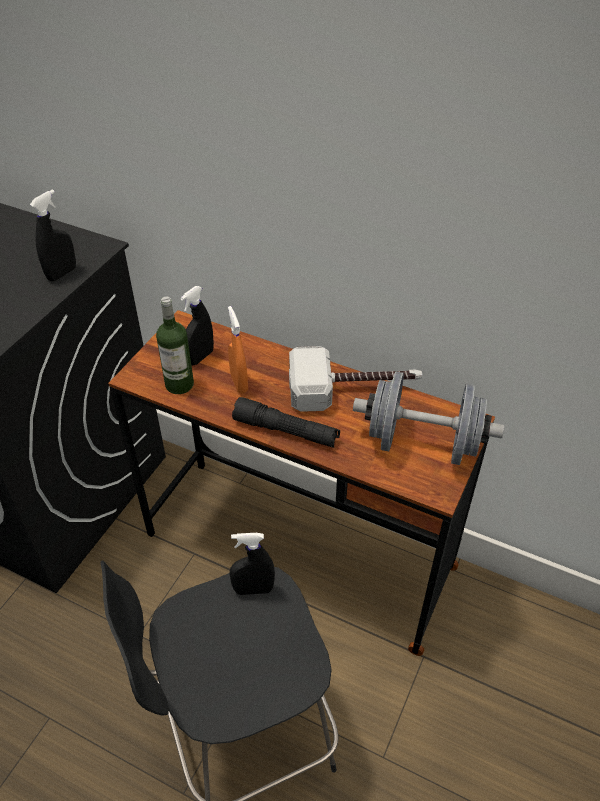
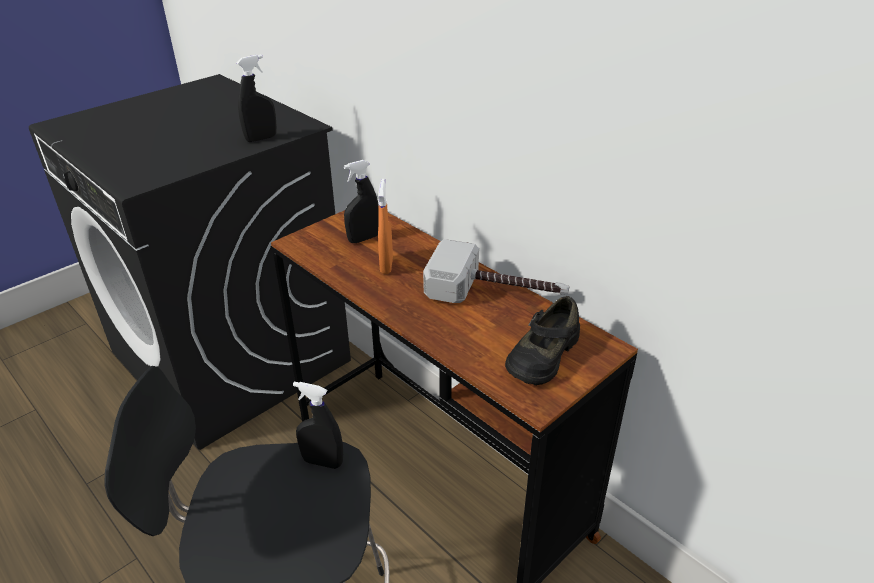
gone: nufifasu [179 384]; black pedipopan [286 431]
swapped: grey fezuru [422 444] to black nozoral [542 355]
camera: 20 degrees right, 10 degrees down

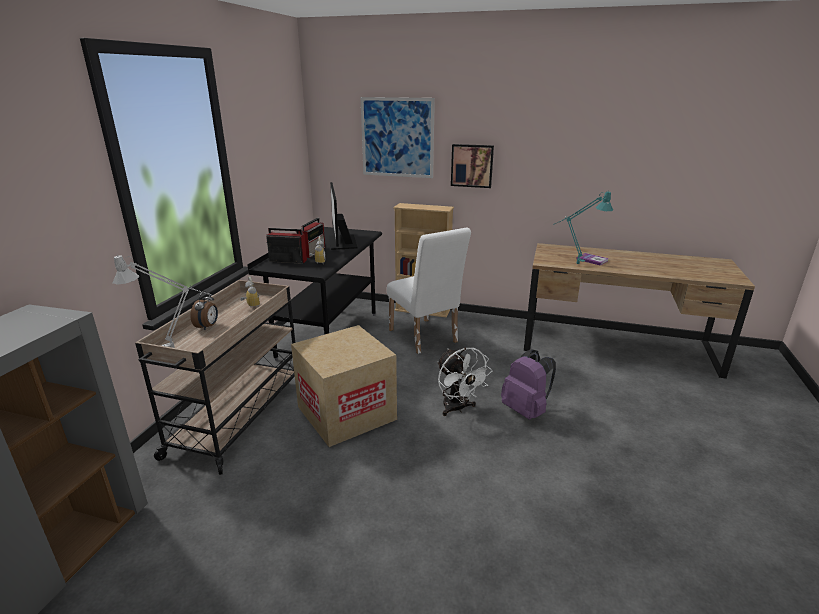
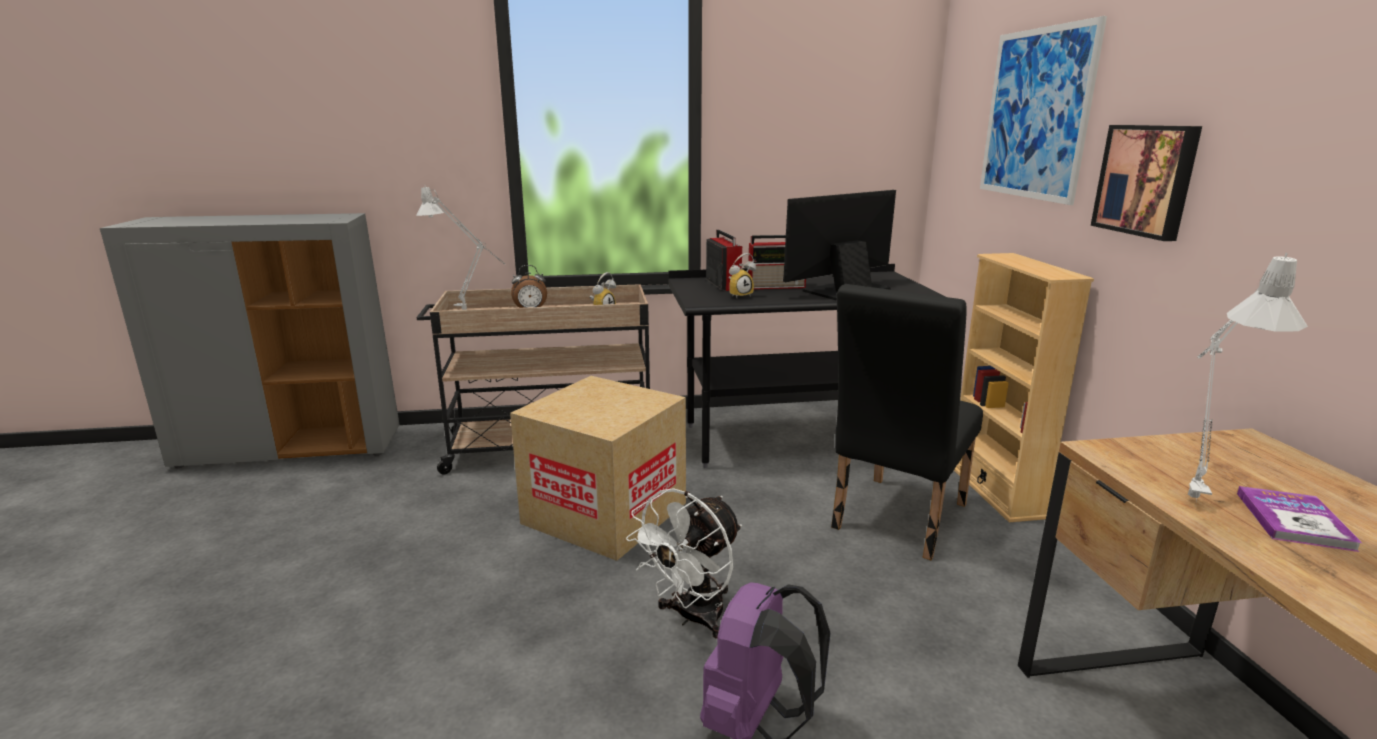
repainted: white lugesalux [425 338] to black lugesalux [894 520]; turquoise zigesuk [574 263] to grey zigesuk [1189 493]
camera: 65 degrees right, 5 degrees down

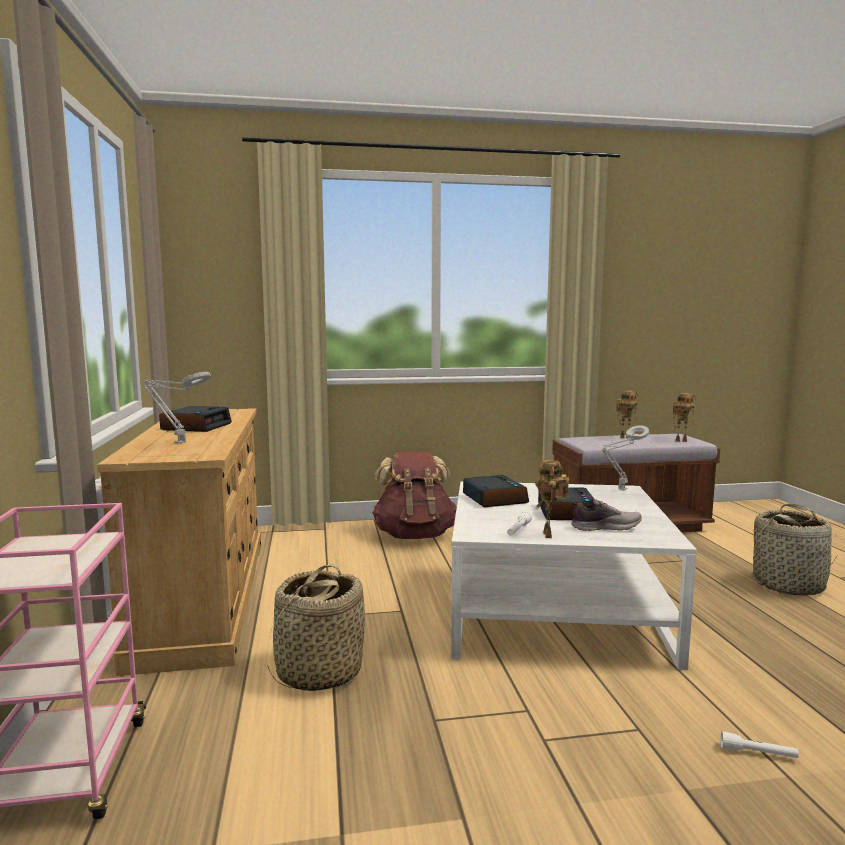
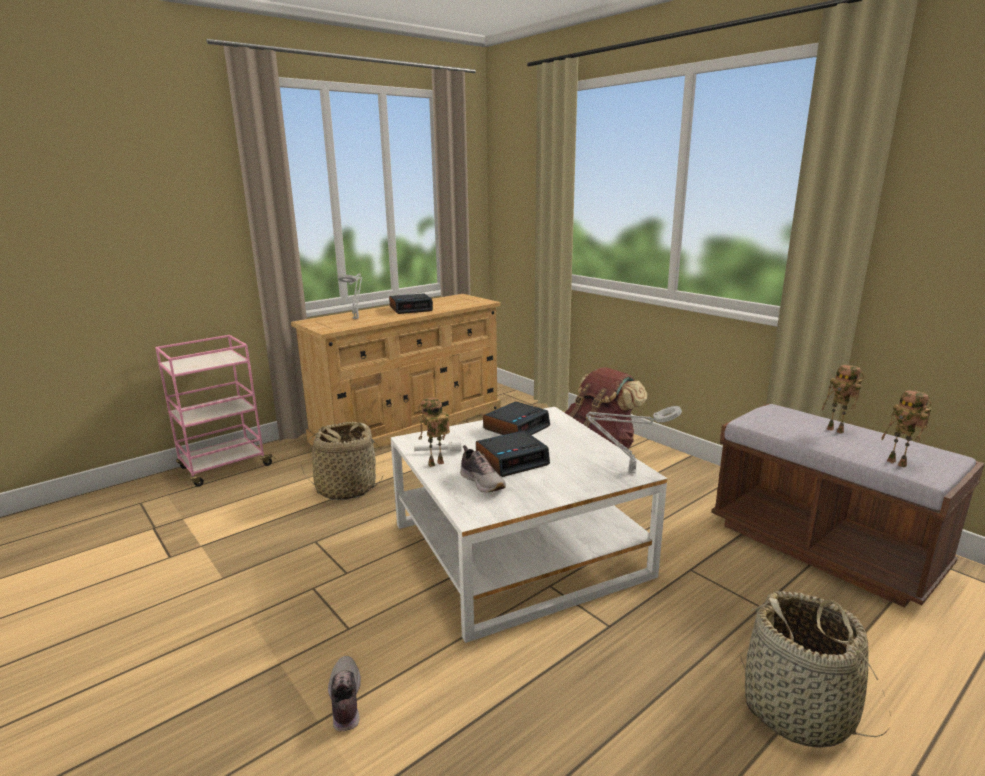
swapped: white pedipopan [758 753] to nozoral [344 700]
camera: 60 degrees right, 10 degrees up

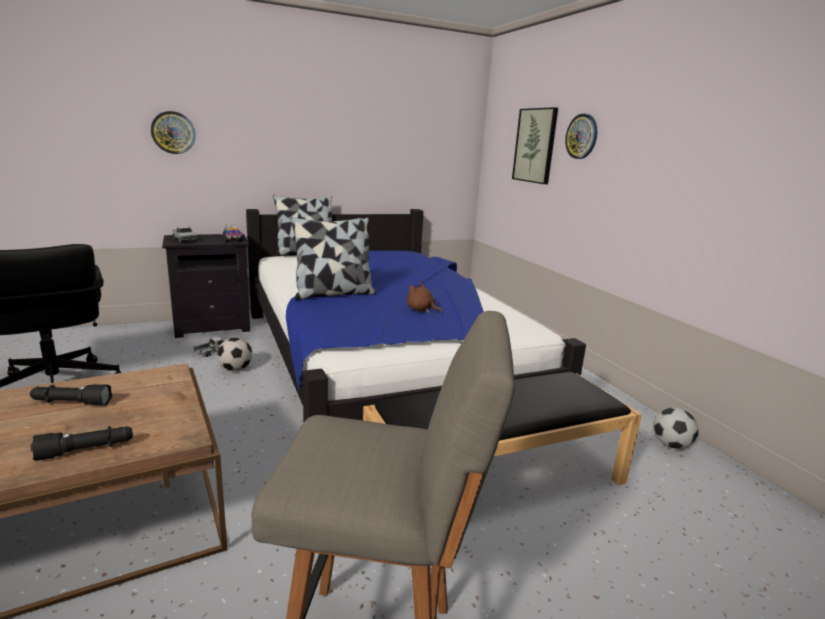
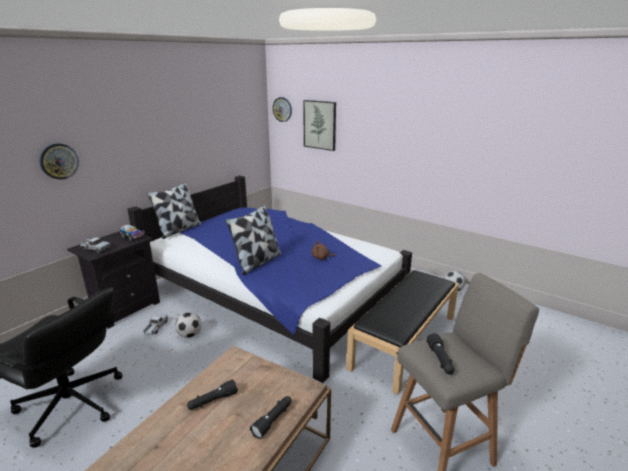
new: black pedipopan [440 360]
shifted: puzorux [582 136] to [282 109]
camera: 30 degrees left, 5 degrees up

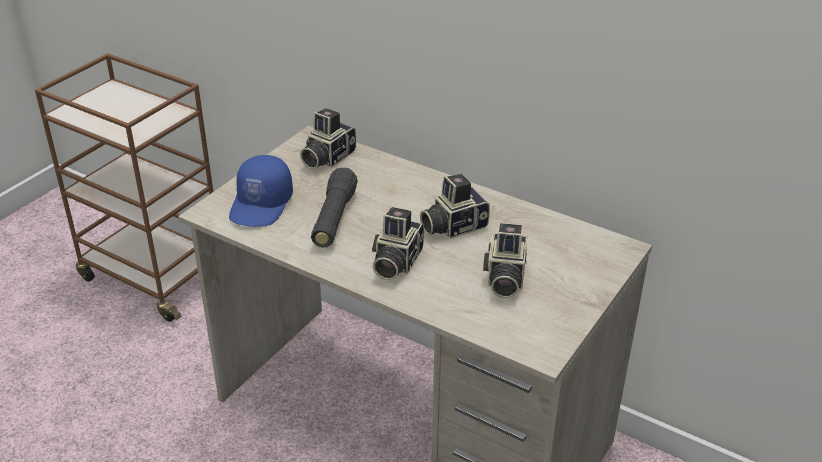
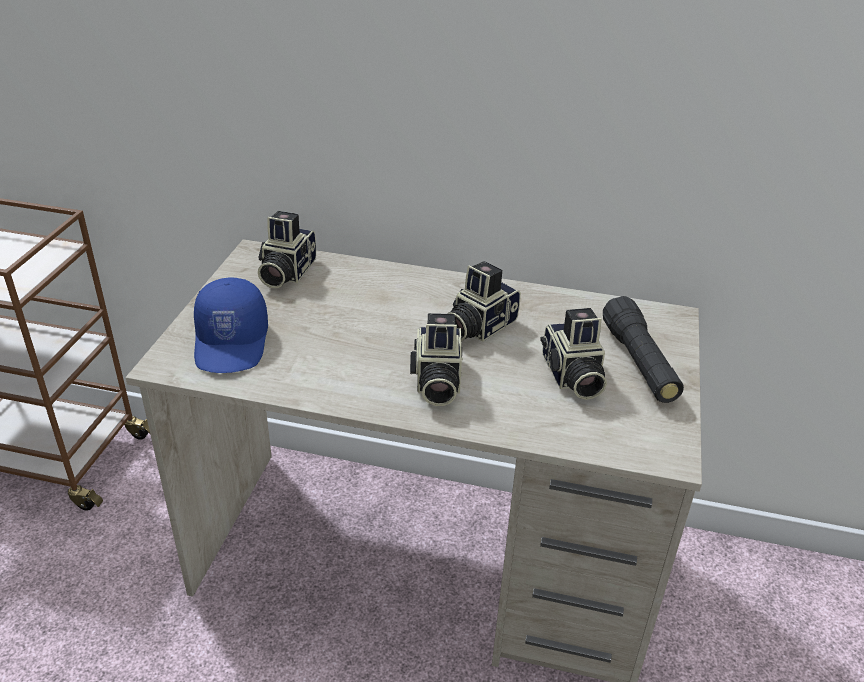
shifted: black pedipopan [334 219] to [639 363]
camera: 20 degrees left, 0 degrees up

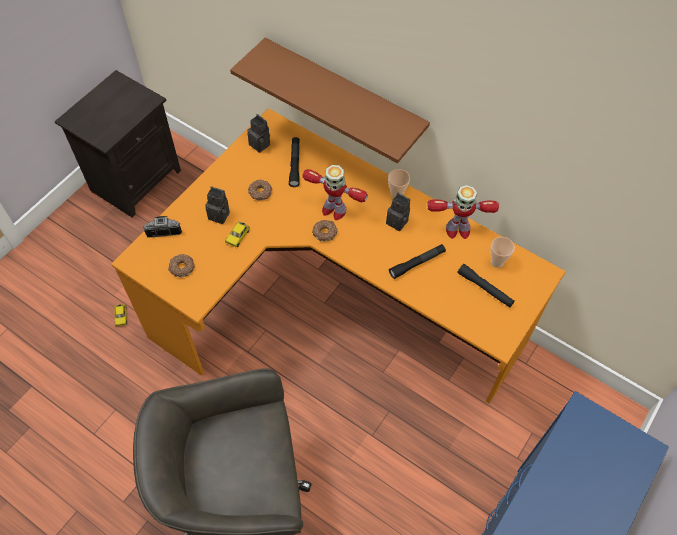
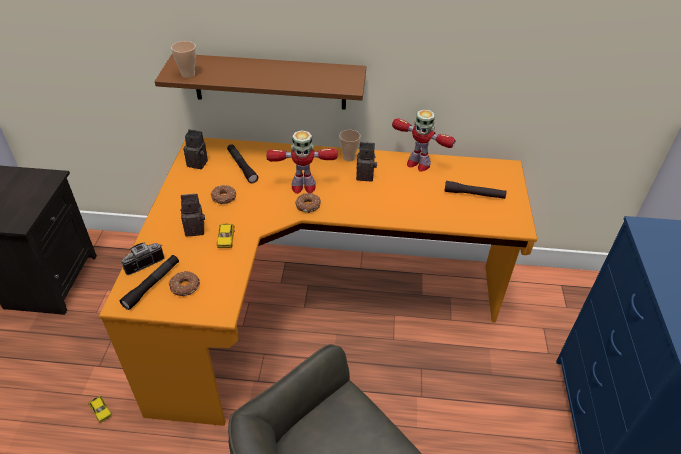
shifted: black pedipopan [417 263] to [152 285]; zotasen [497 262] to [188 74]
rotated: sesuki [457 230] = [418 164] 60 degrees clockwise
camera: 30 degrees left, 15 degrees down

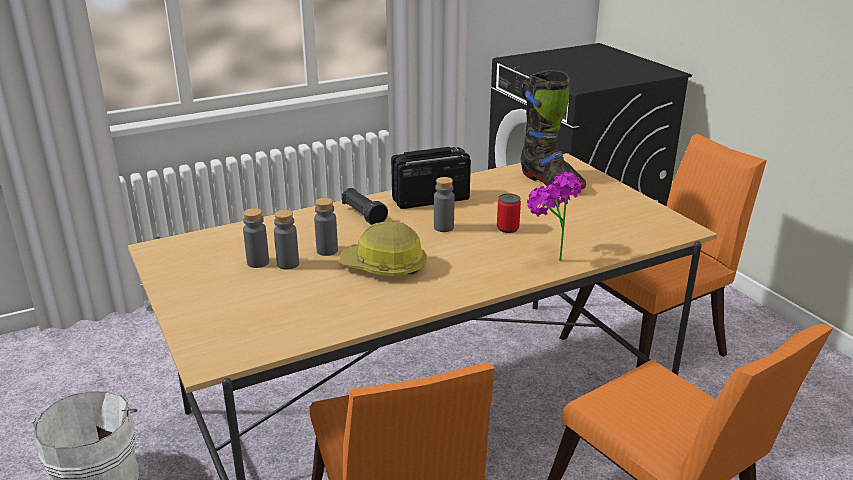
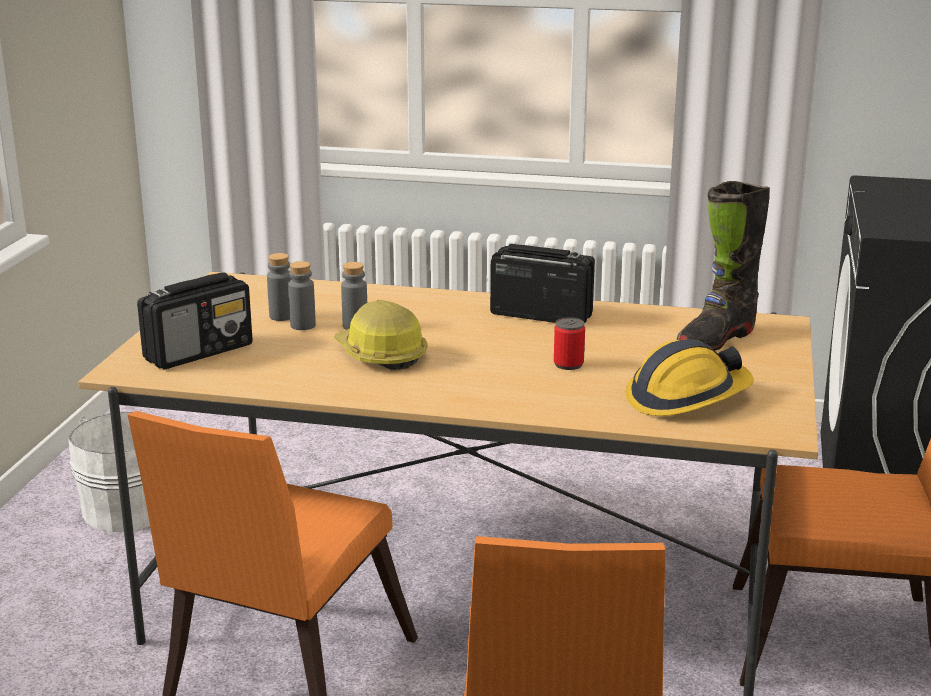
gone: black pedipopan [363 215]; grey nufifasu [443 227]; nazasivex [548 258]
new: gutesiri [199 352]; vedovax [686 398]
rotated: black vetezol [551 182] = [716 339] 45 degrees clockwise
camera: 40 degrees right, 5 degrees down

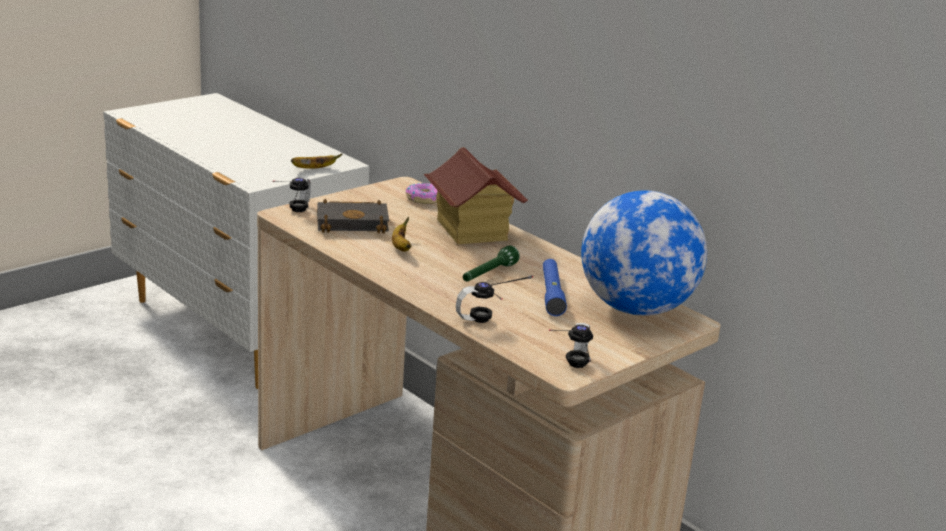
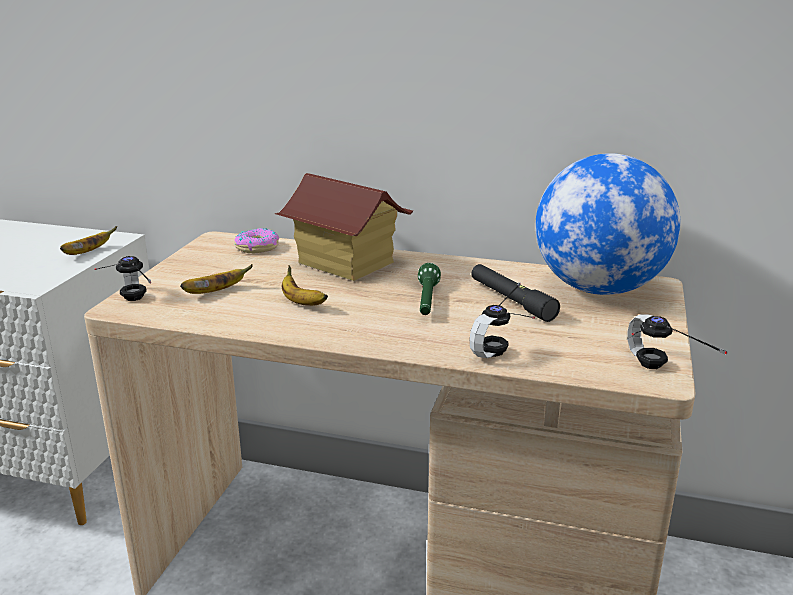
swapped: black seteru [354 222] to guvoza [215 292]
repainted: blue pedipopan [551 294] to black pedipopan [511 300]
camera: 30 degrees left, 0 degrees up

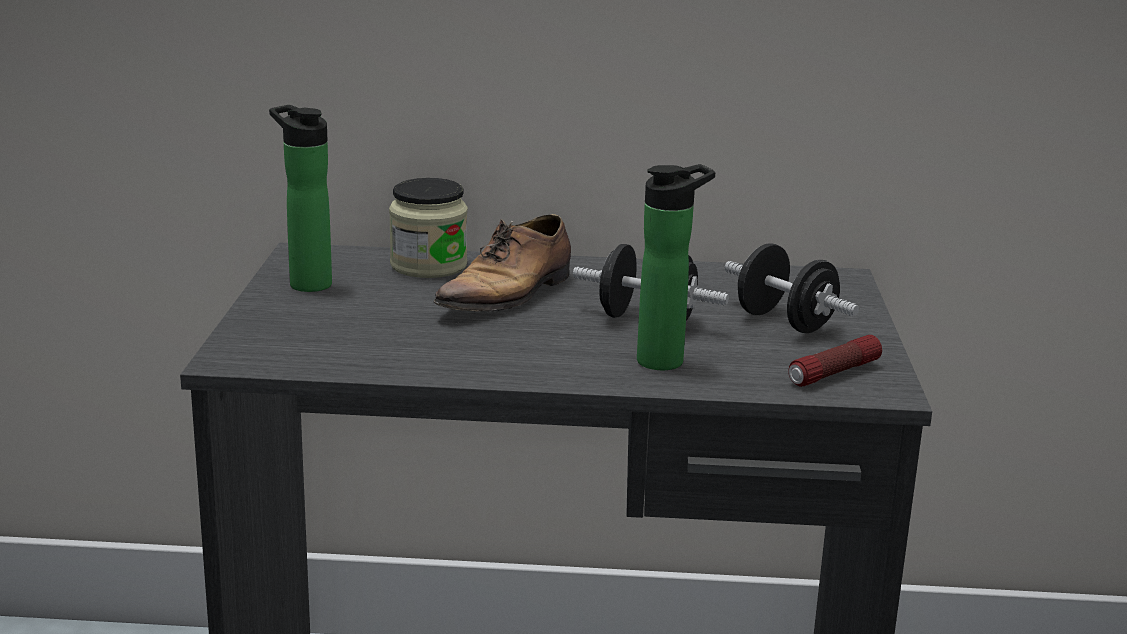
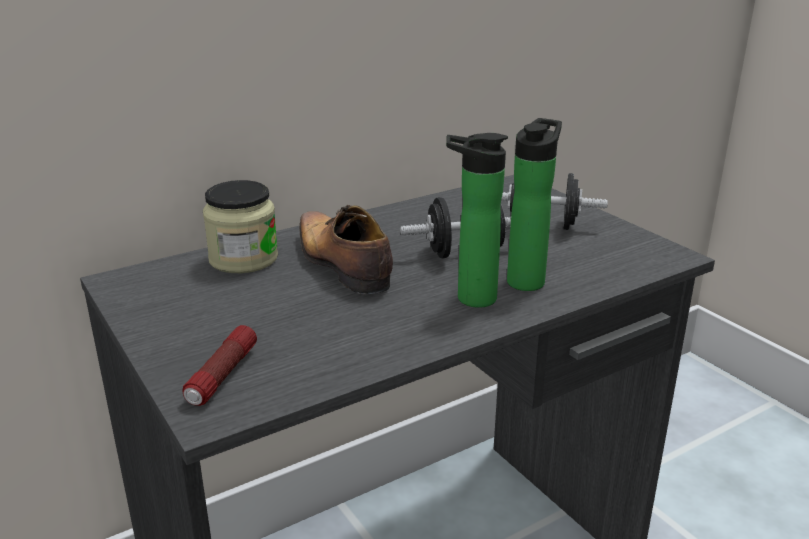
shifted: pedipopan [833 373] to [222 376]; nufifasu [306 283] to [470 298]
rotated: nozoral [509 294] = [342 264] 150 degrees clockwise
camera: 35 degrees left, 5 degrees up

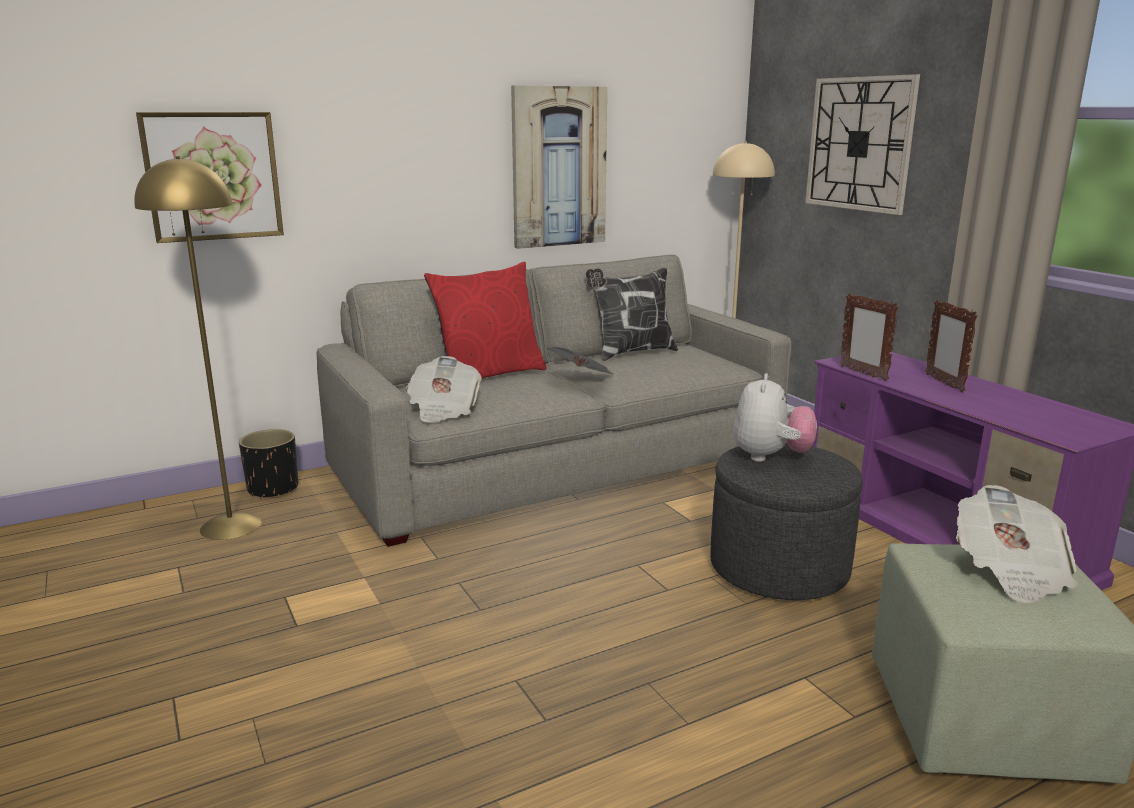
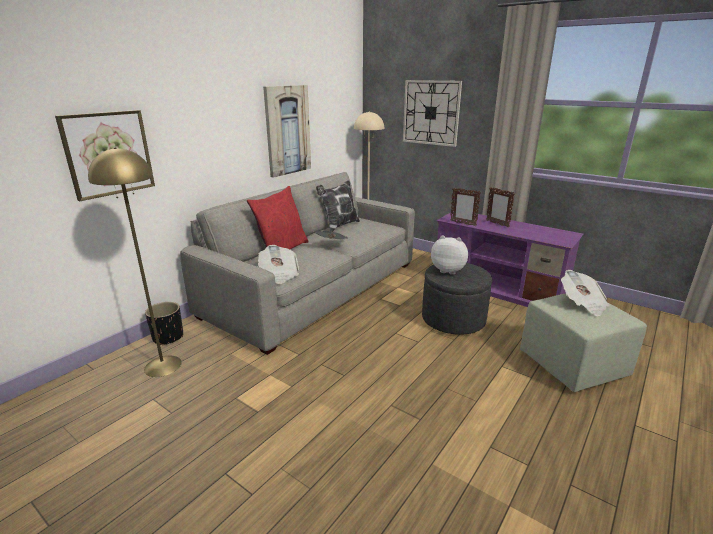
rotated: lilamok [770 457] = [448 270] 60 degrees counterclockwise
camera: 25 degrees left, 5 degrees up

